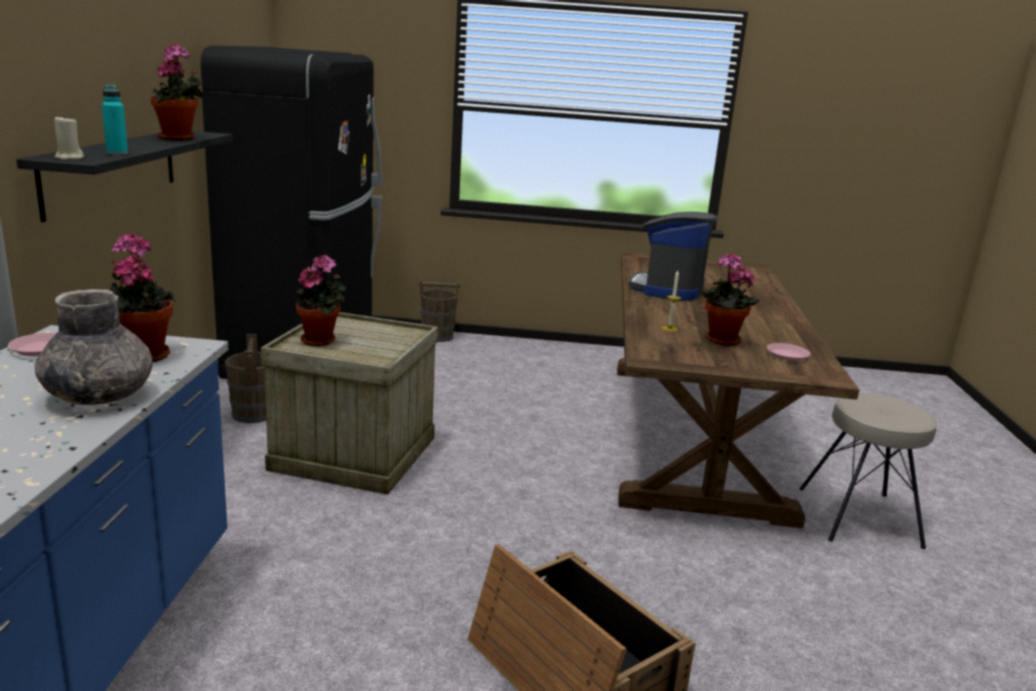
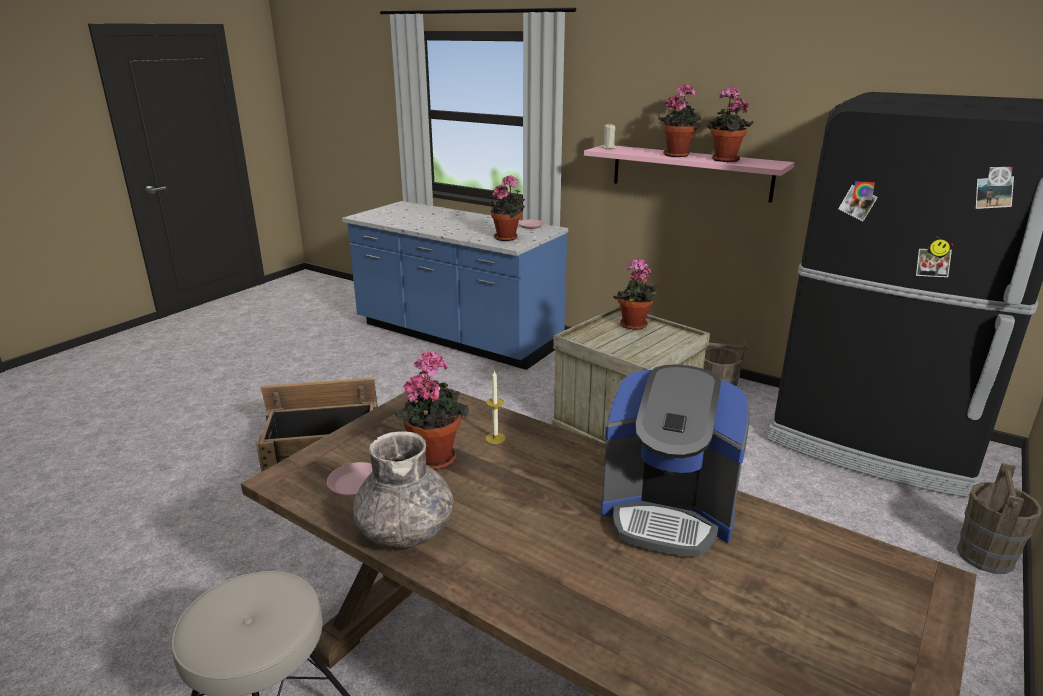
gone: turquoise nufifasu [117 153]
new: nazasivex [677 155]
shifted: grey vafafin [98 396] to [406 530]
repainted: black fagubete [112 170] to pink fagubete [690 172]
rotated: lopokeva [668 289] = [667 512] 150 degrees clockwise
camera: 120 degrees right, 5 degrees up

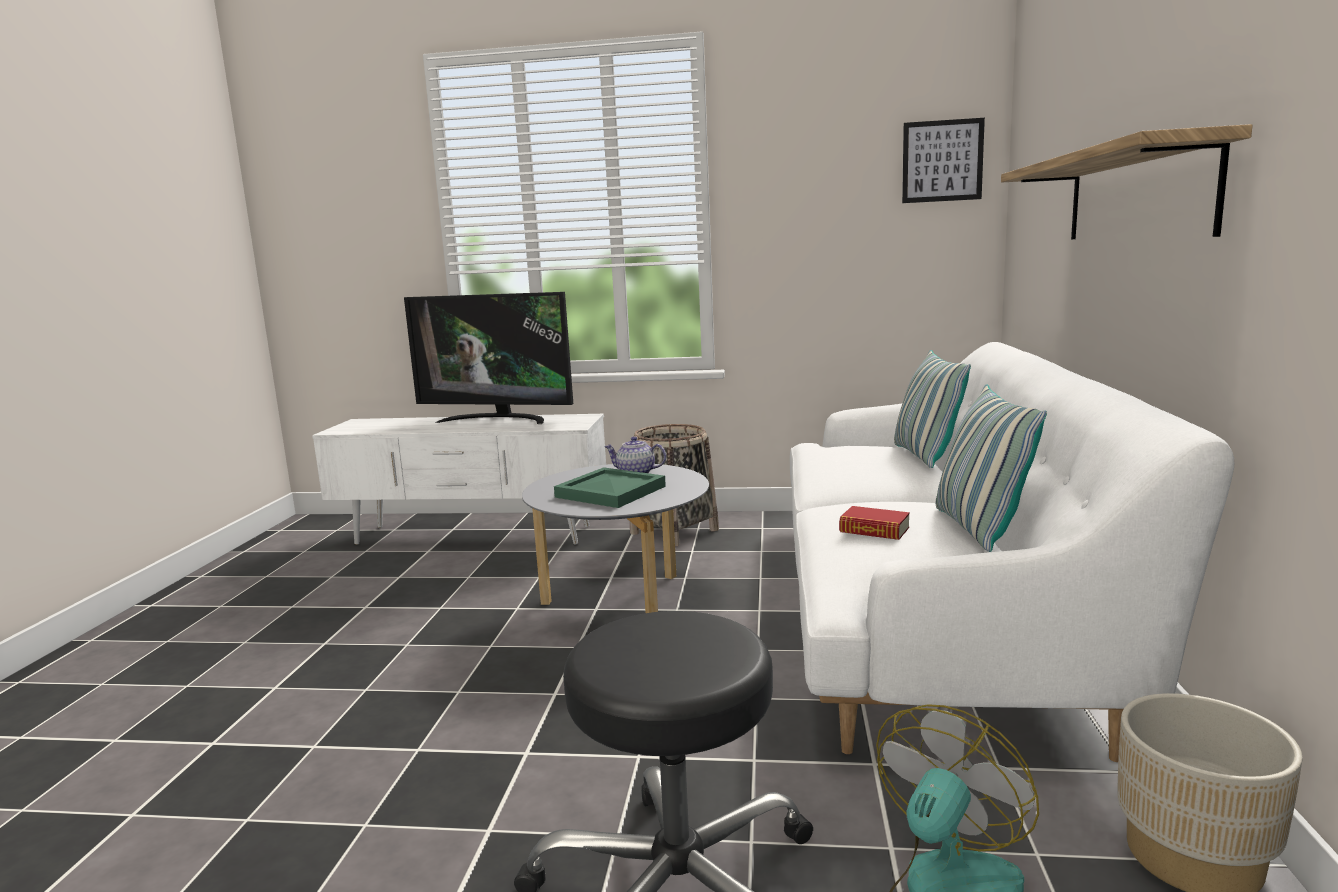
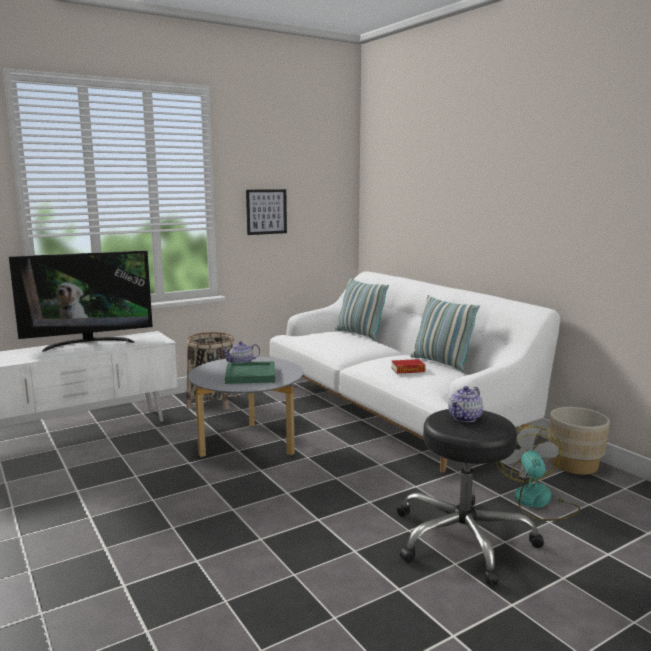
gone: fagubete [1135 195]
new: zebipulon [465 418]
shifted: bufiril [942 161] to [266 211]
camera: 40 degrees left, 0 degrees up

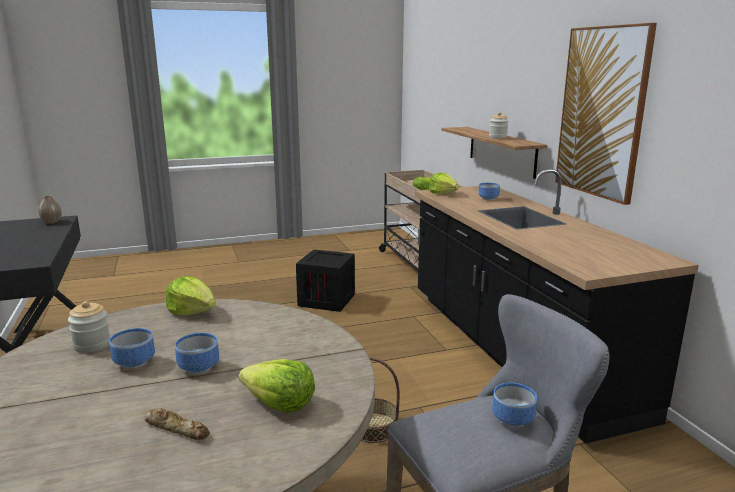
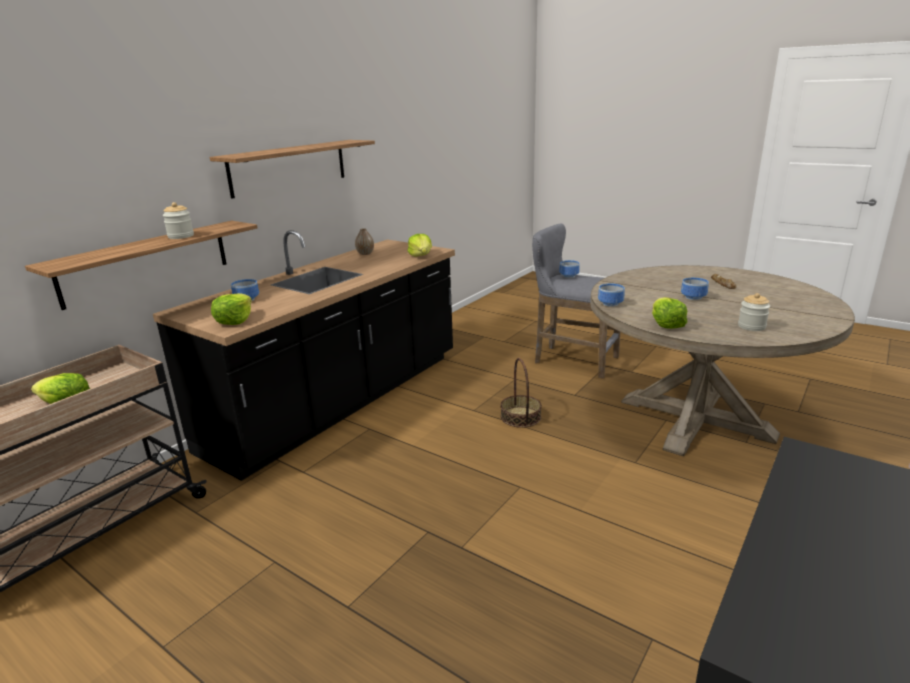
gone: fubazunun [327 300]
shifted: vafafin [51 222] to [365 253]; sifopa [280 404] to [421 256]; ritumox [136 361] to [609 304]
swapped: bufiril [602 112] to fagubete [289 167]
camera: 125 degrees left, 5 degrees up

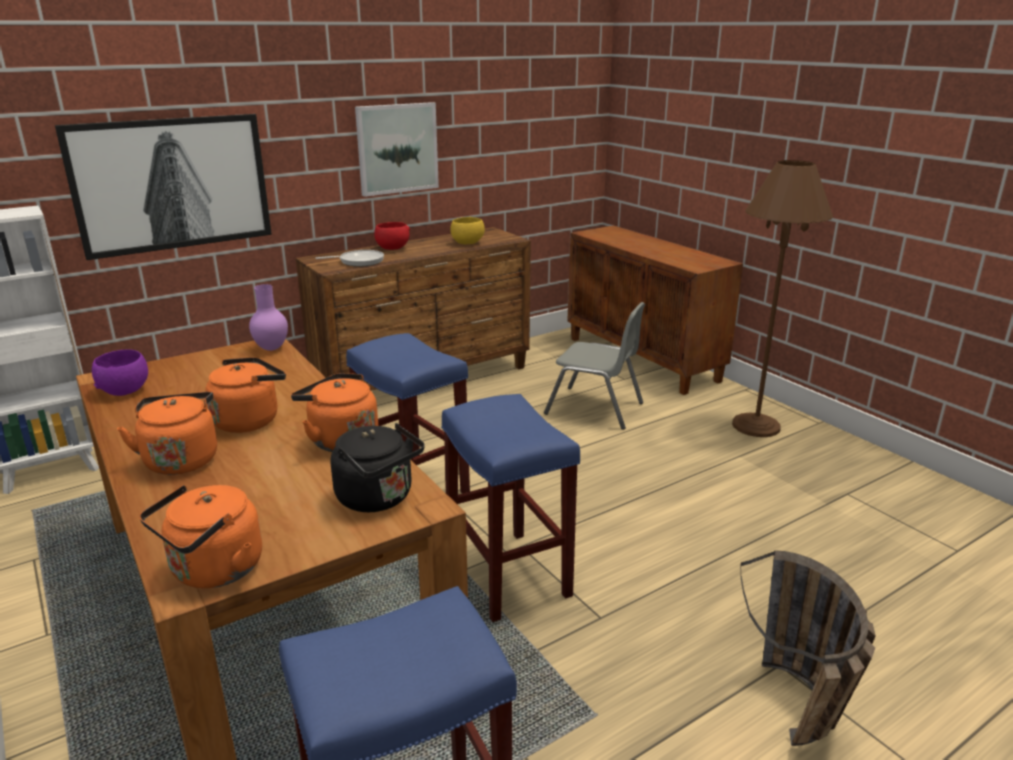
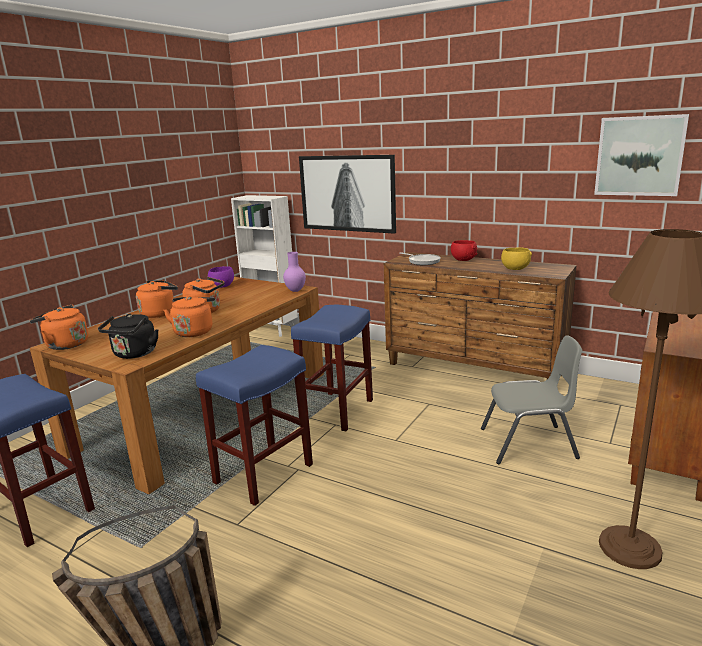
shifted: bufiril [397 148] to [639 156]
rotated: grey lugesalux [595 408] = [528 444] 90 degrees counterclockwise
camera: 65 degrees right, 5 degrees down

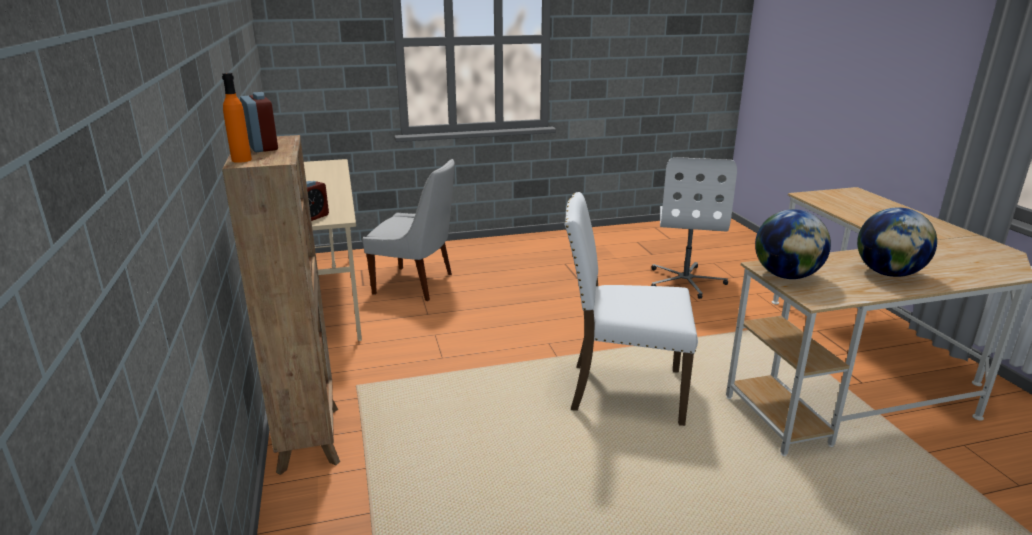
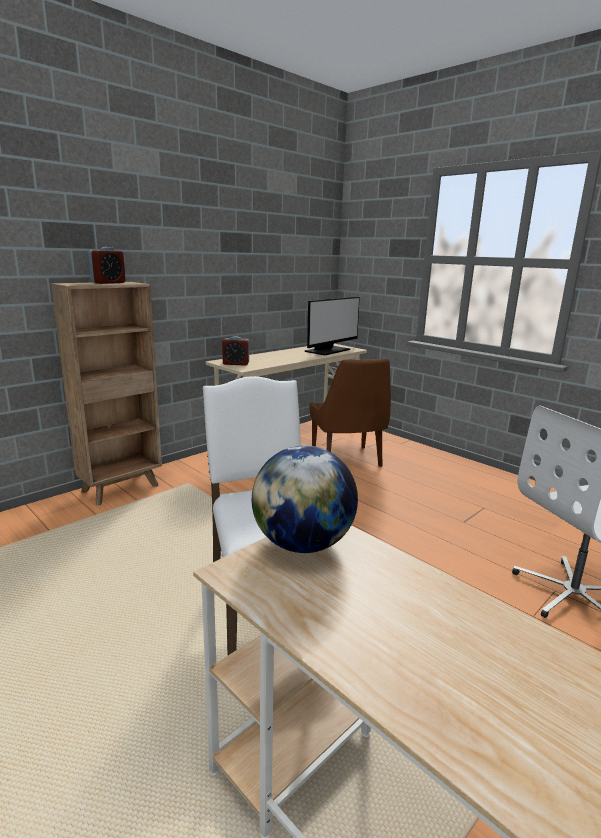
gone: orange nufifasu [241 160]; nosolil [888 273]
new: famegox [328 350]
repainted: white lugesalux [416 284] to brown lugesalux [347 460]
camera: 60 degrees right, 5 degrees down

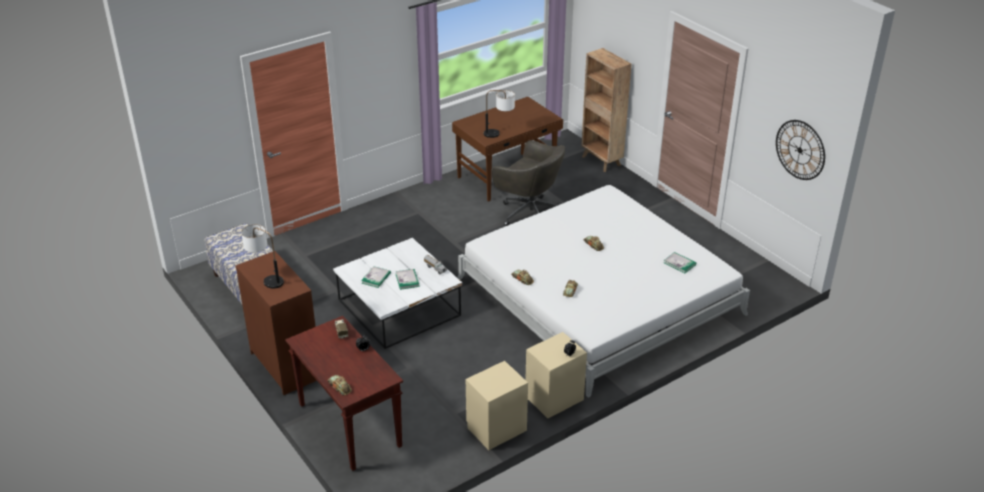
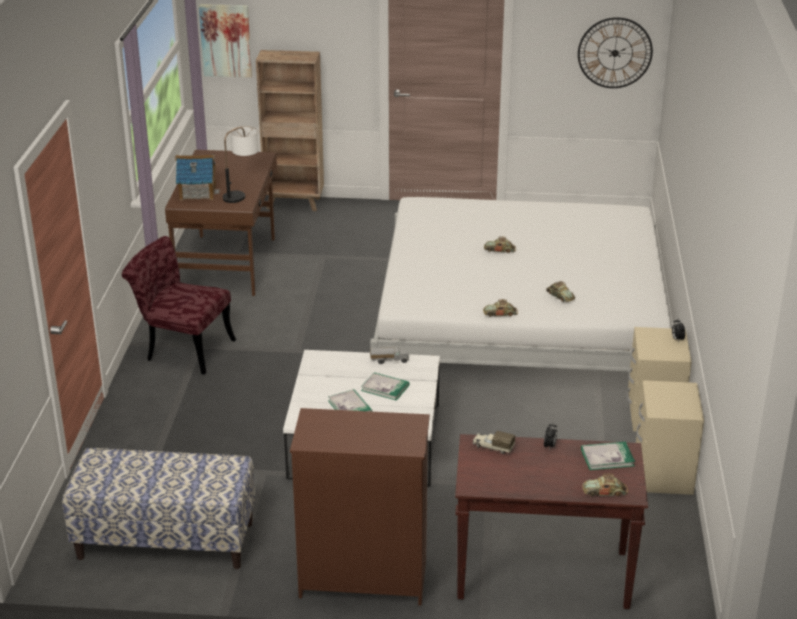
gone: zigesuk [266 279]; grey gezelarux [529 213]
new: red lugesalux [182 349]; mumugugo [197 192]; bufiril [226 40]
shifted: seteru [679 263] to [607 457]
camera: 50 degrees left, 5 degrees down

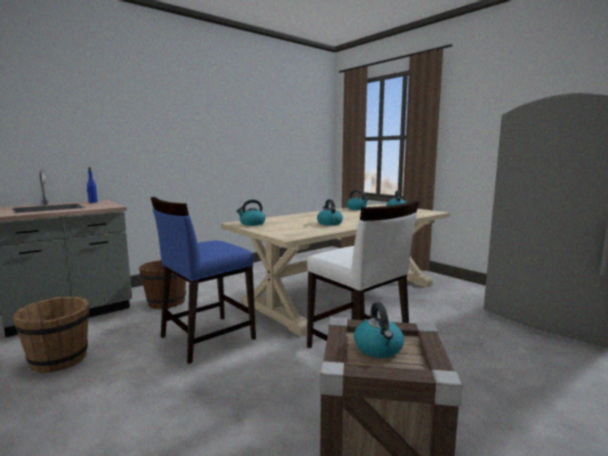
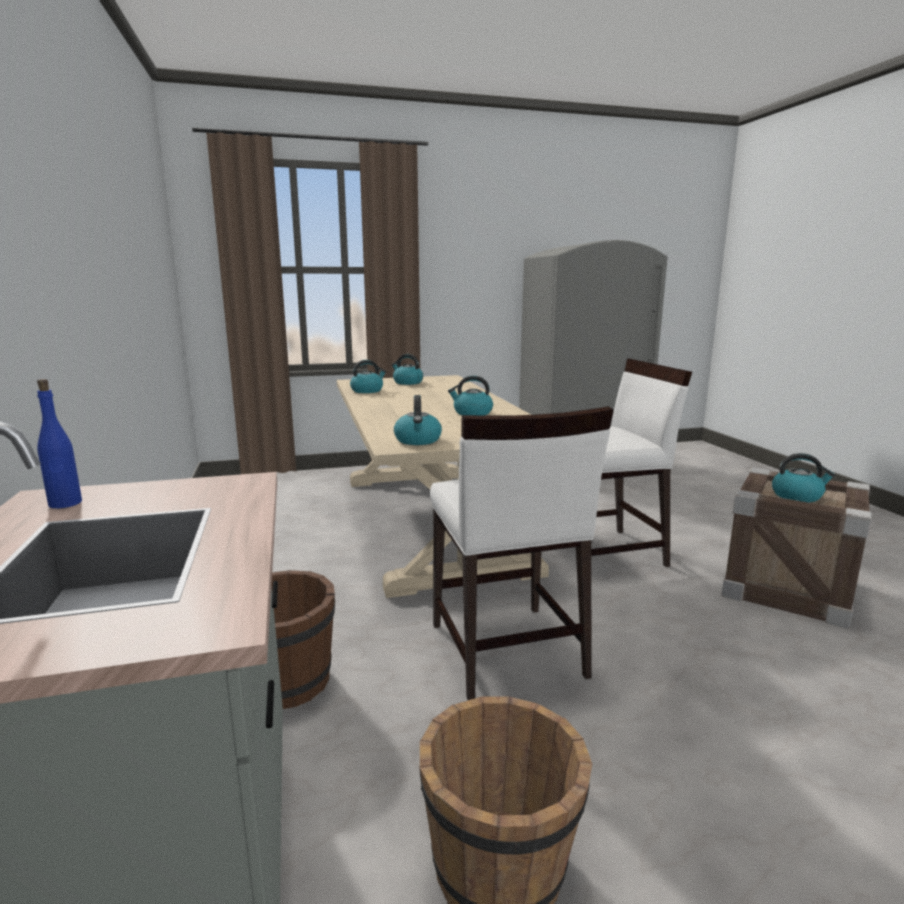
repainted: blue lugesalux [206 338] to white lugesalux [506 651]
camera: 65 degrees left, 5 degrees up

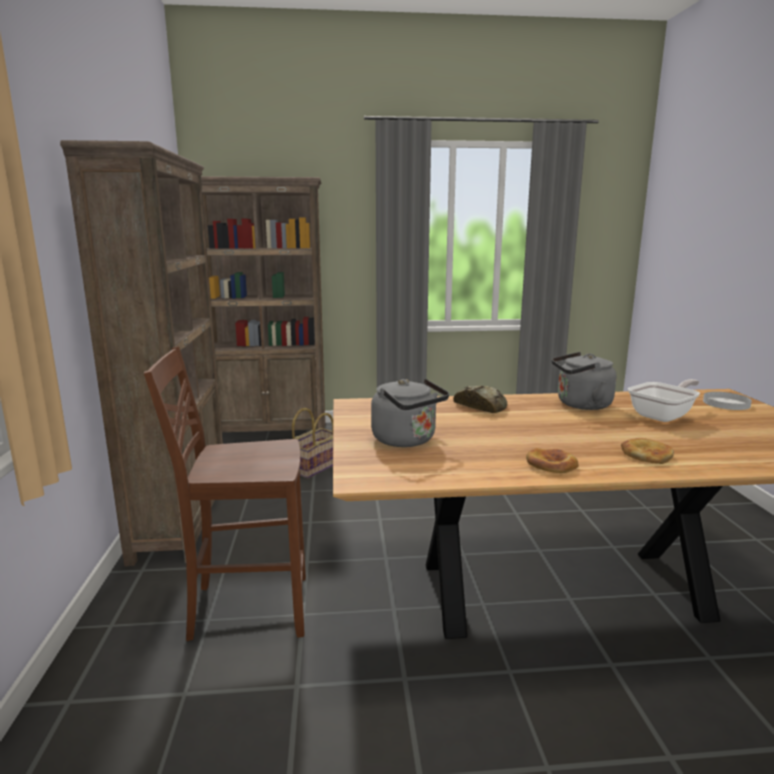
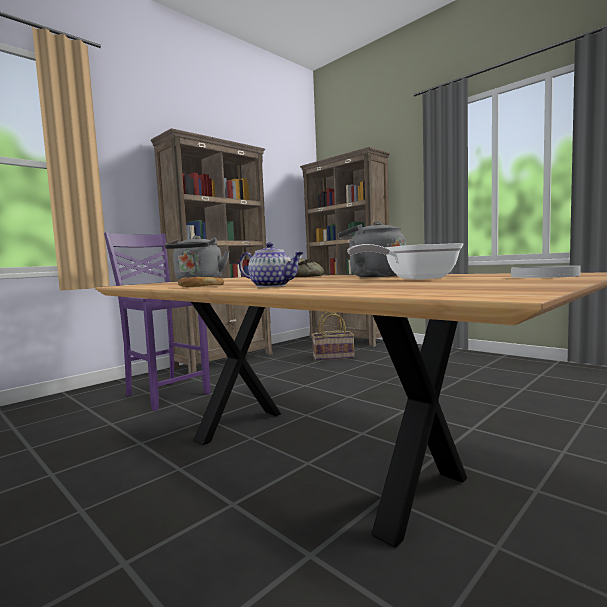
swapped: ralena [646 454] to zebipulon [272 286]
repainted: brown lugesalux [247 608] to purple lugesalux [166 394]
rotated: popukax [664 415] = [413 279] 150 degrees clockwise
camera: 50 degrees right, 10 degrees down

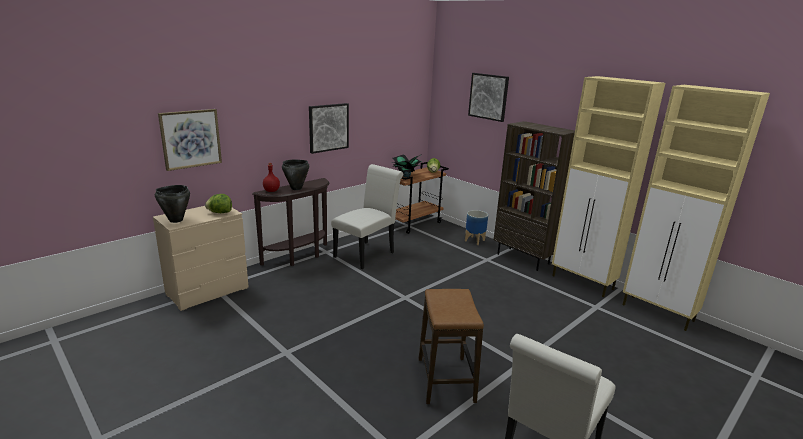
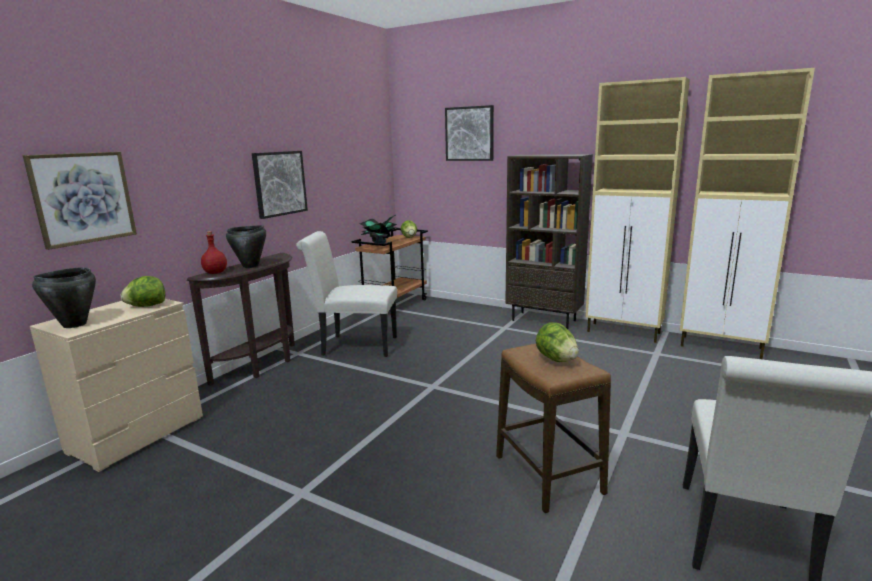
gone: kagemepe [474 240]
new: sifopa [556 359]
rotated: white lugesalux [367 253] = [354 346] 105 degrees counterclockwise
camera: 15 degrees left, 5 degrees down

